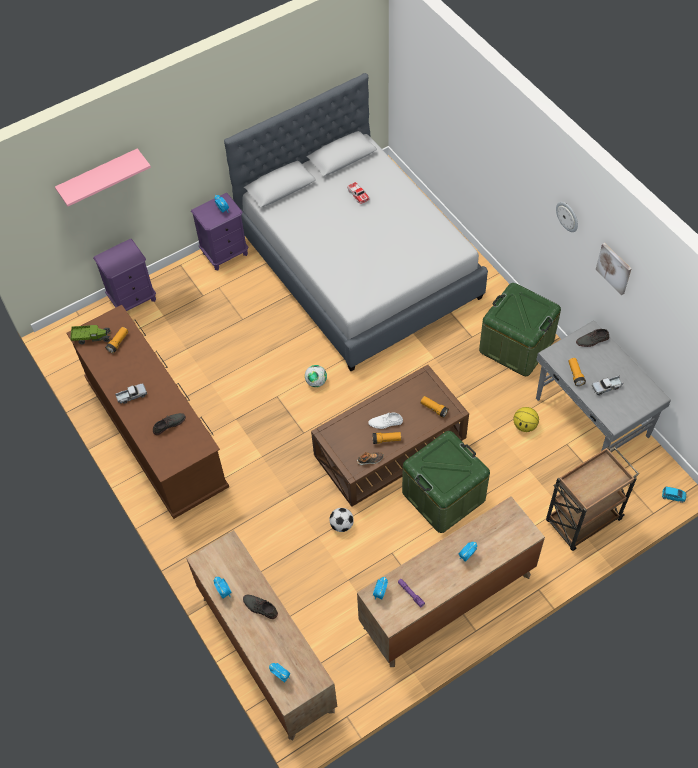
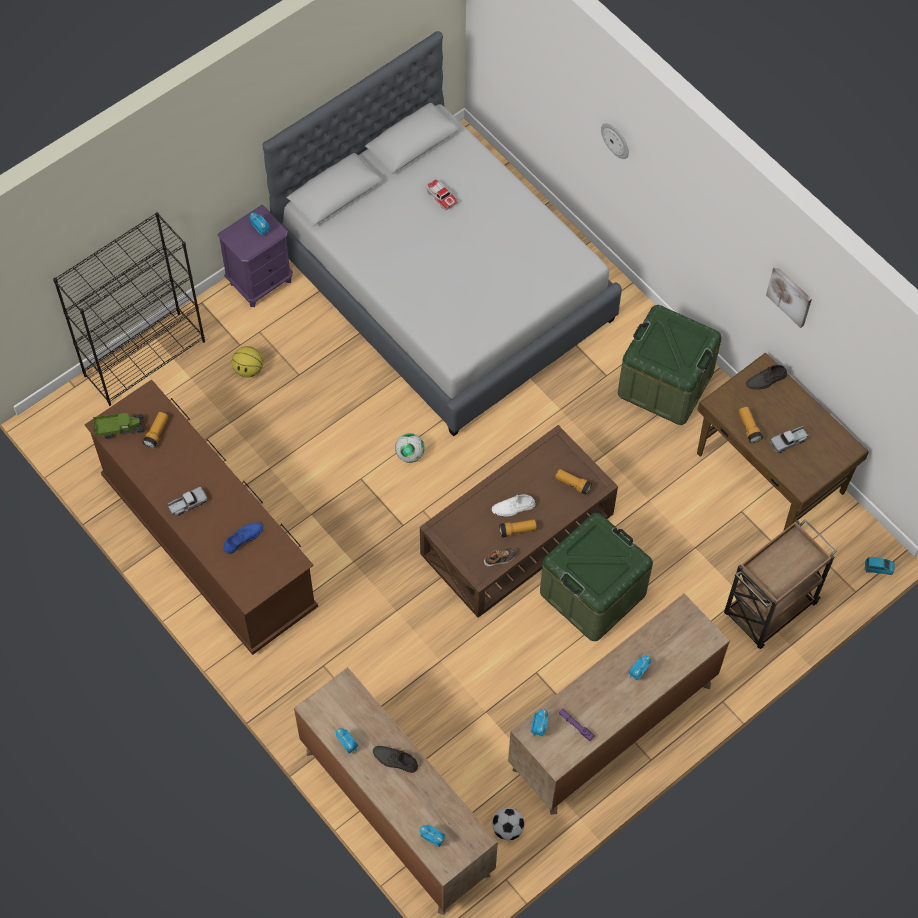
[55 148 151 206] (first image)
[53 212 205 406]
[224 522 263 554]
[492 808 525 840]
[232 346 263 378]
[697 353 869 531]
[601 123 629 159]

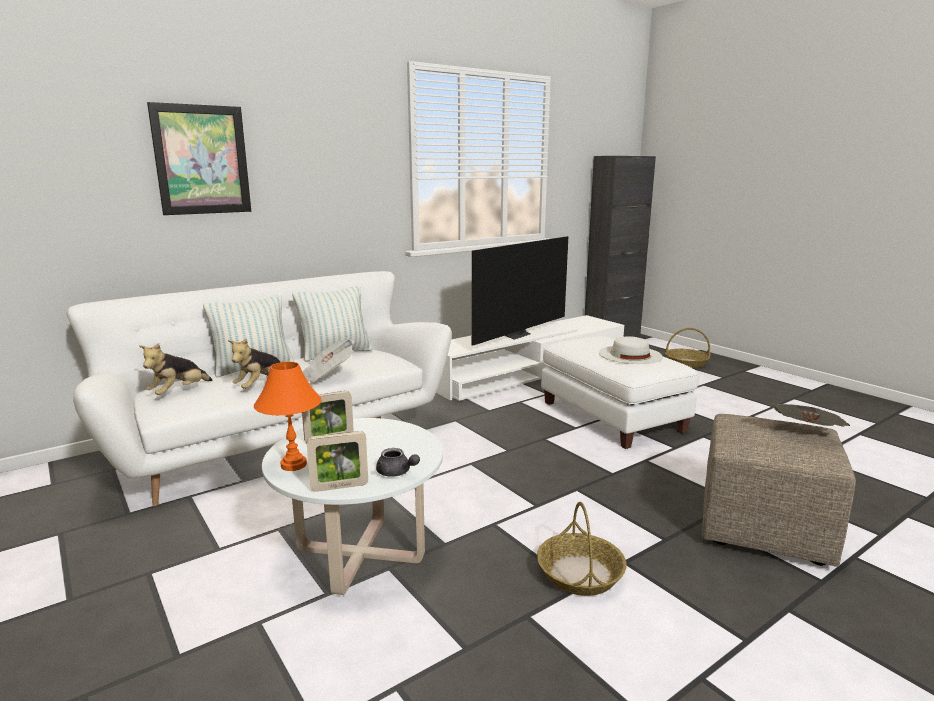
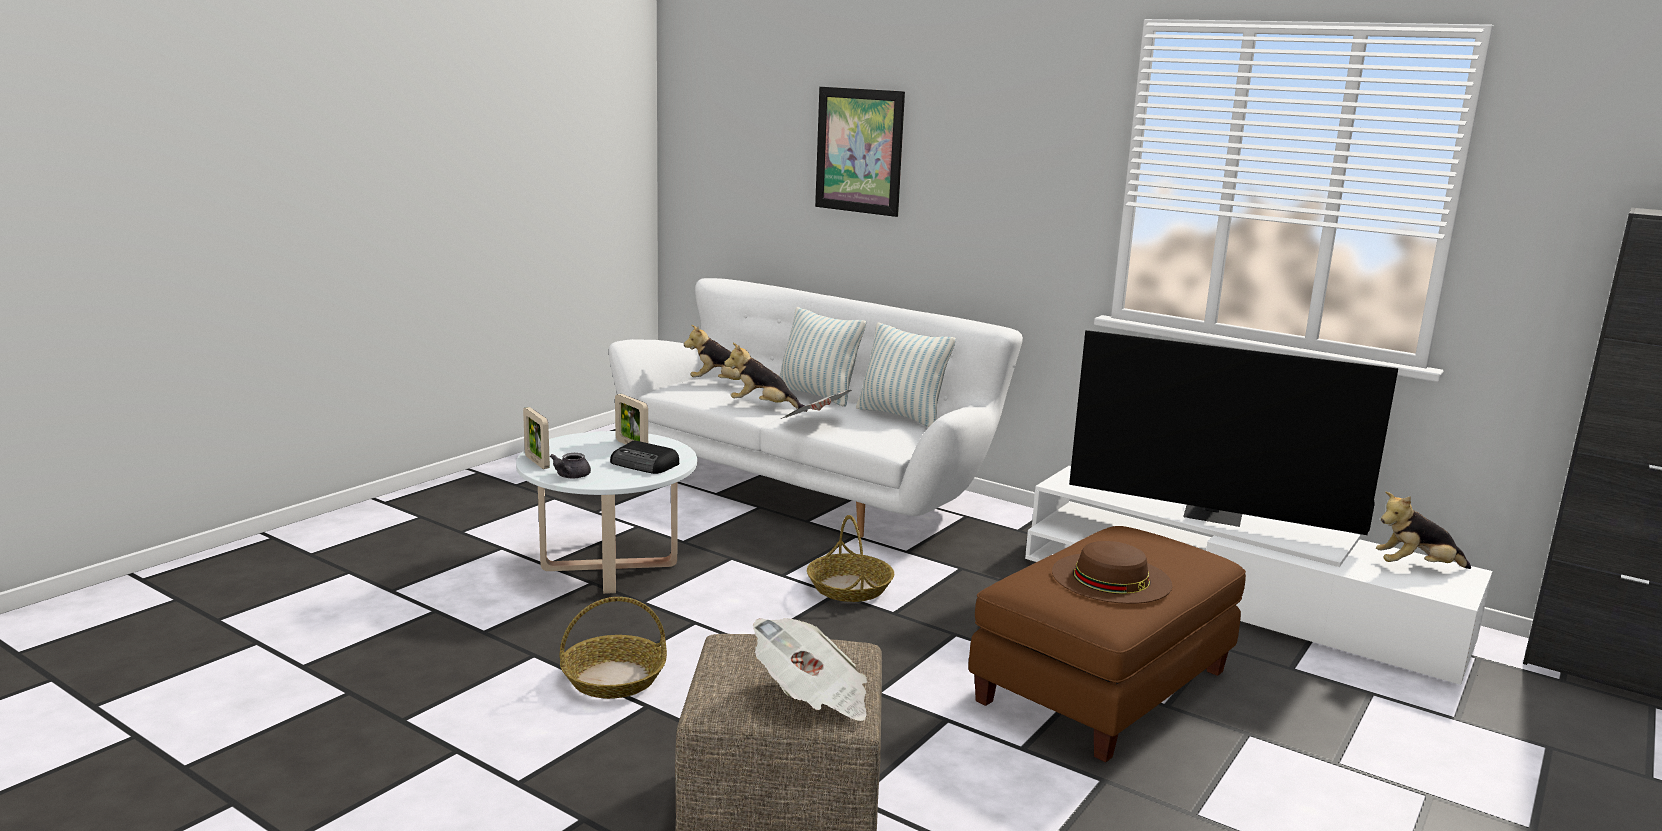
[254 362 322 471] (first image)
[968 526 1246 762]
[1052 541 1172 604]
[807 515 895 602]
[610 441 679 474]
[1376 491 1471 569]

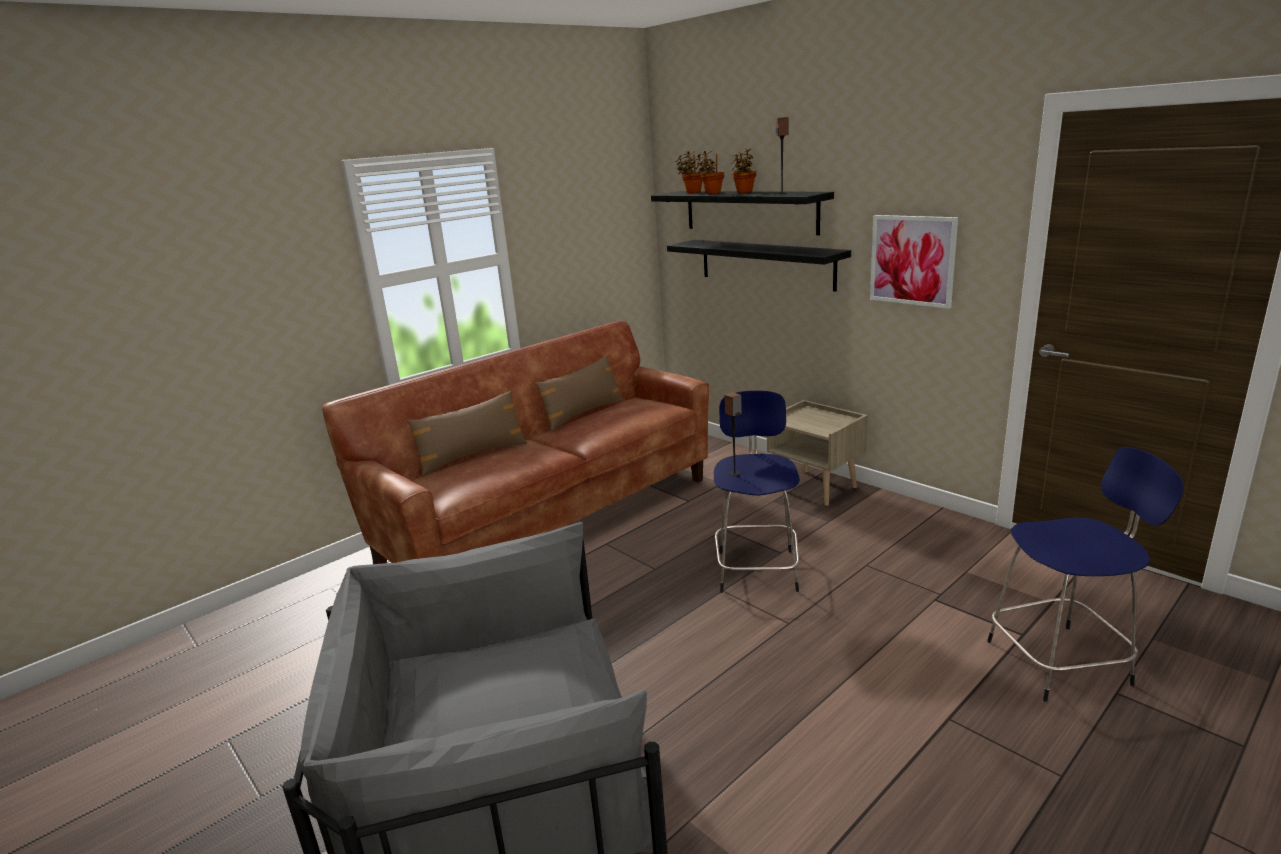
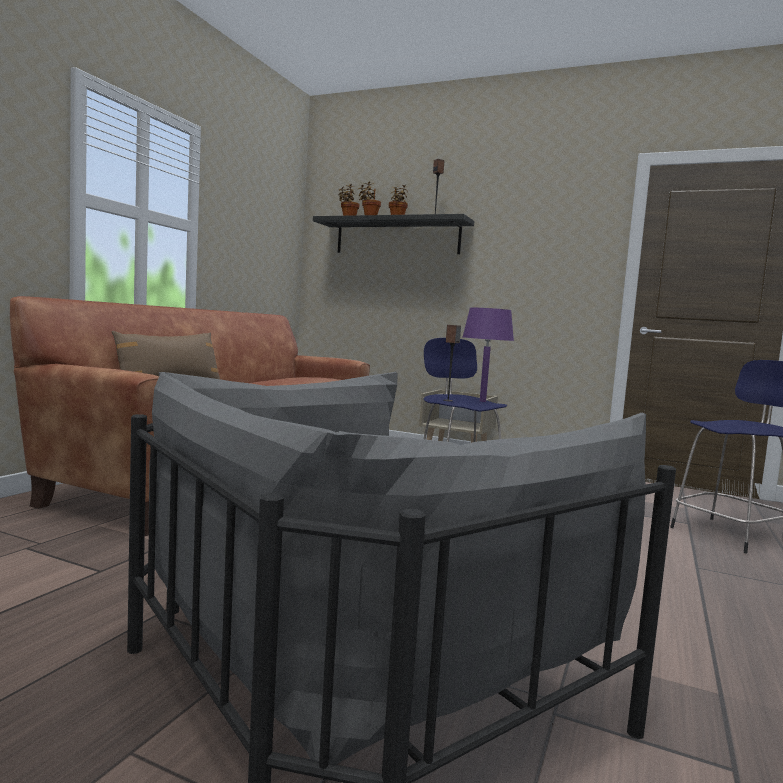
[535 355 624 432] (first image)
[667 240 851 291] (first image)
[870 215 958 309] (first image)
[463 308 514 402]

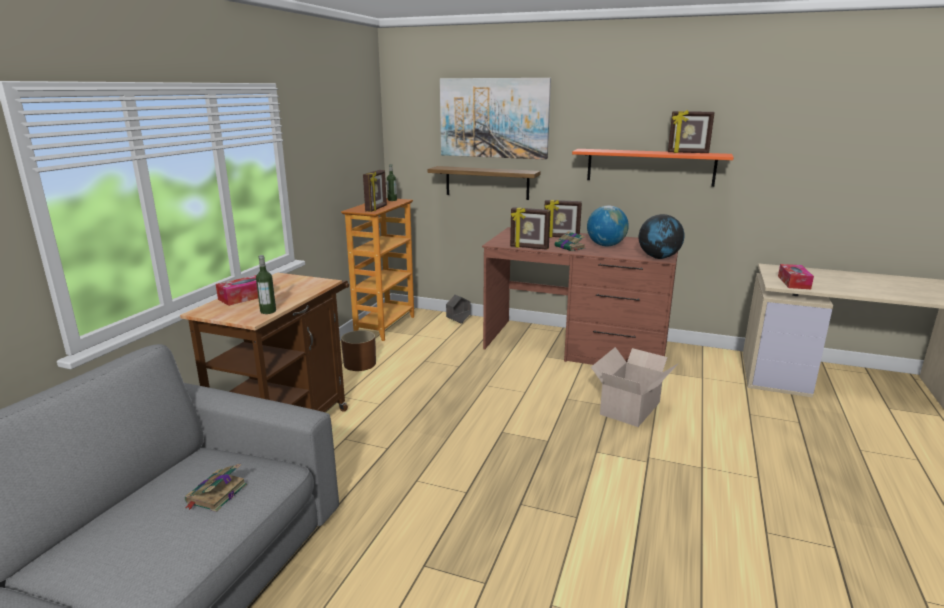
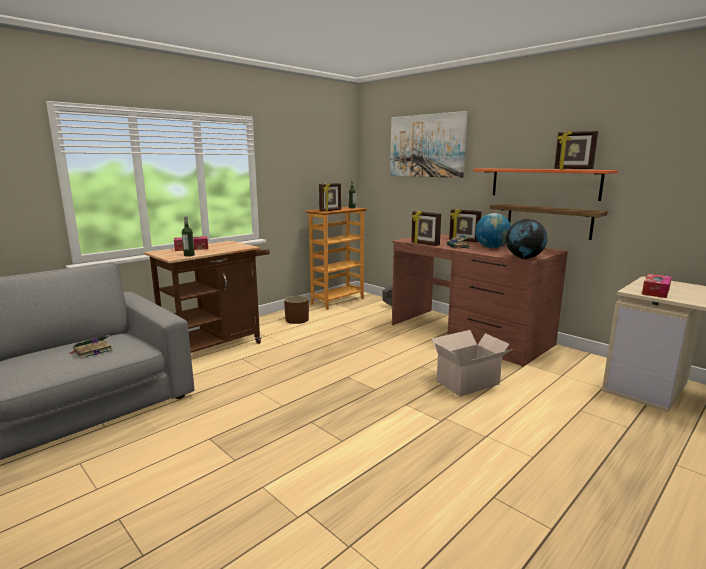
[490 204 608 240]

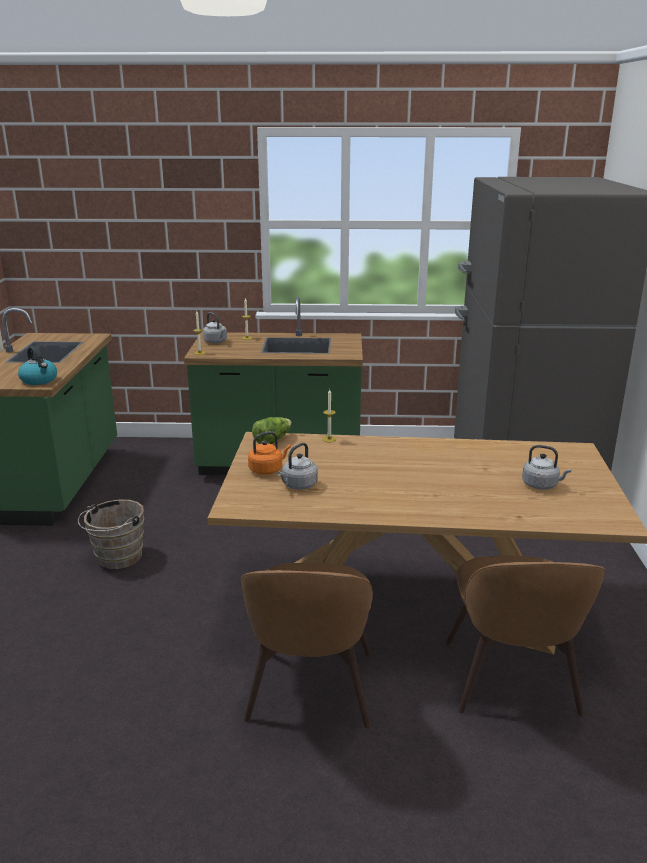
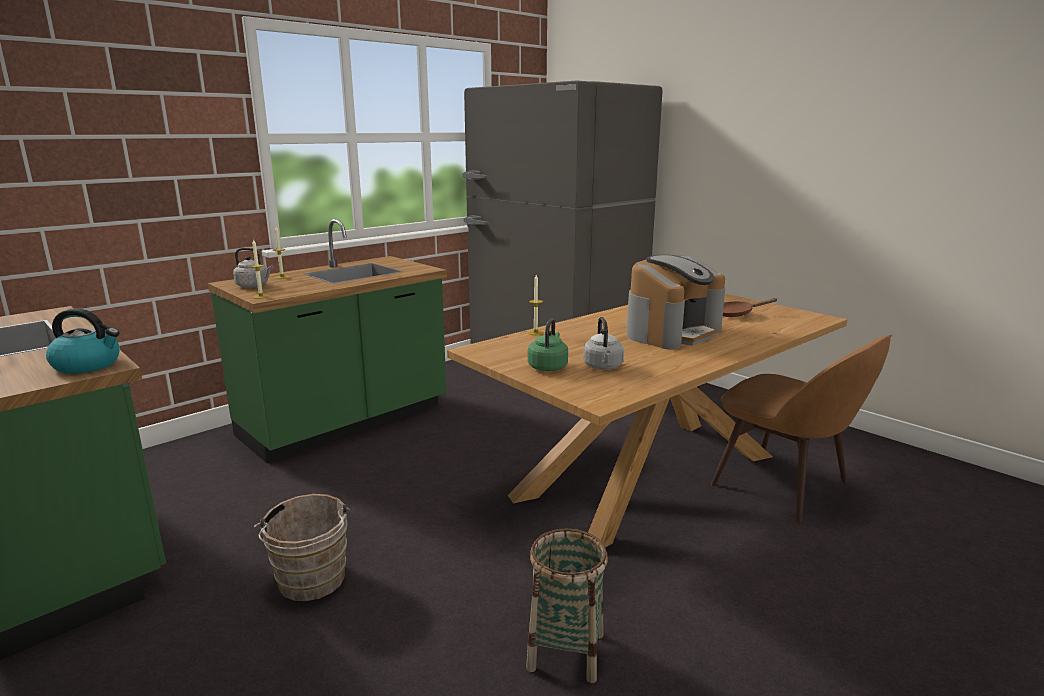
[241 563 373 728] (first image)
[528 318 568 371]
[252 417 292 444] (first image)
[723 298 777 317]
[526 529 608 683]
[626 255 725 350]

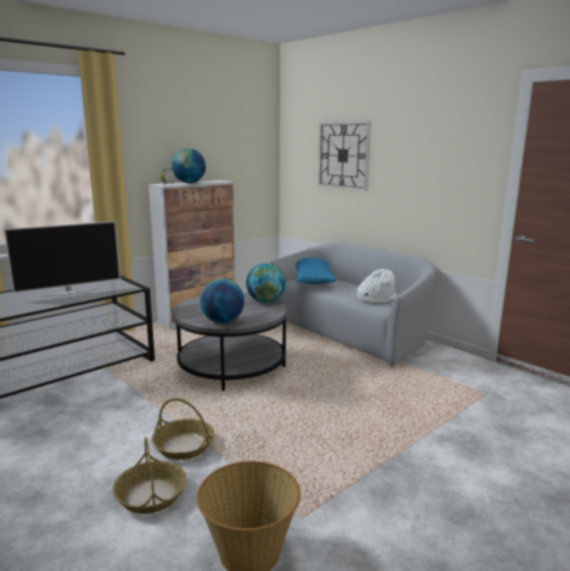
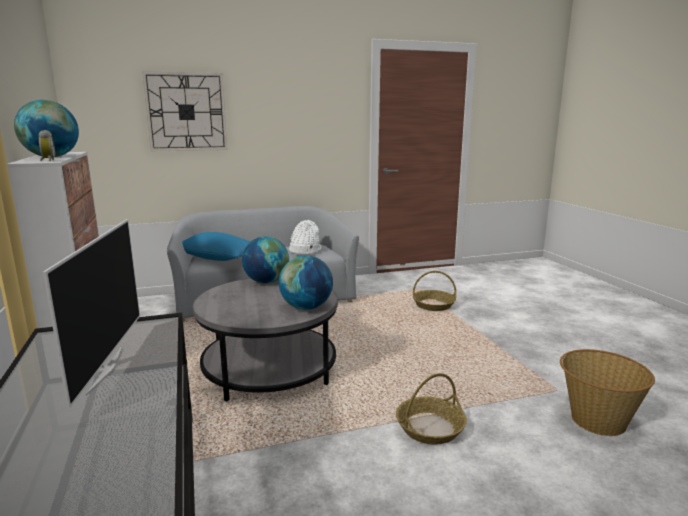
[413 271 456 311]

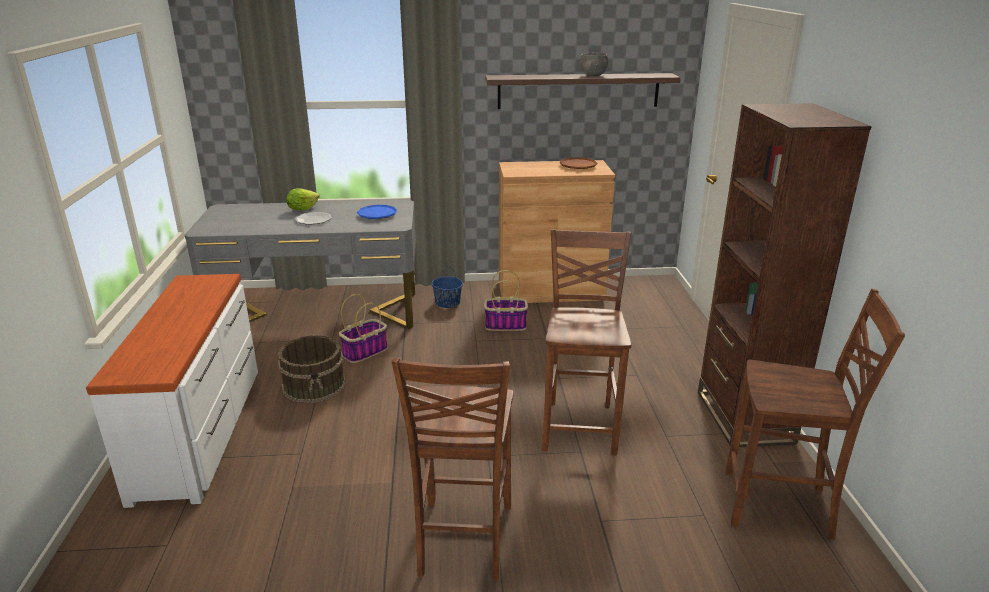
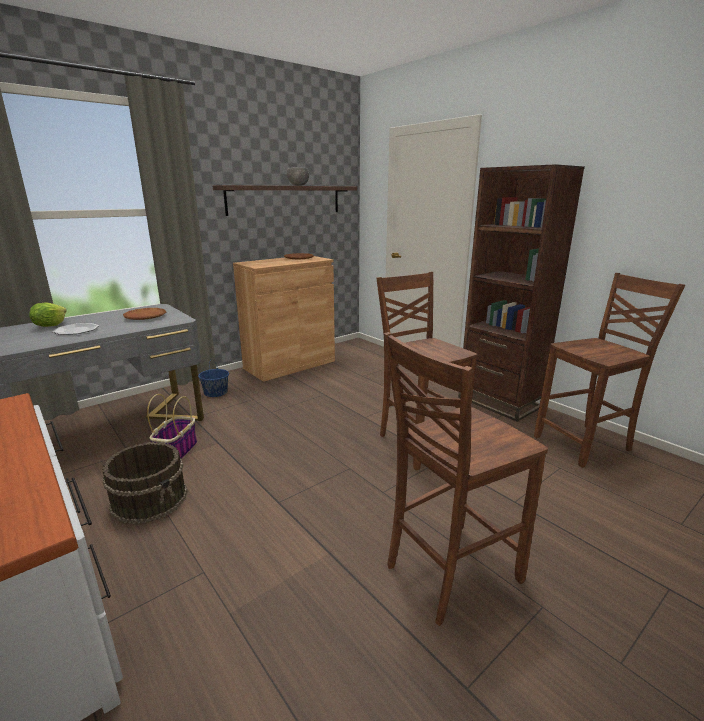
[123 308 166 320]
[384 332 548 626]
[484 270 528 331] (first image)

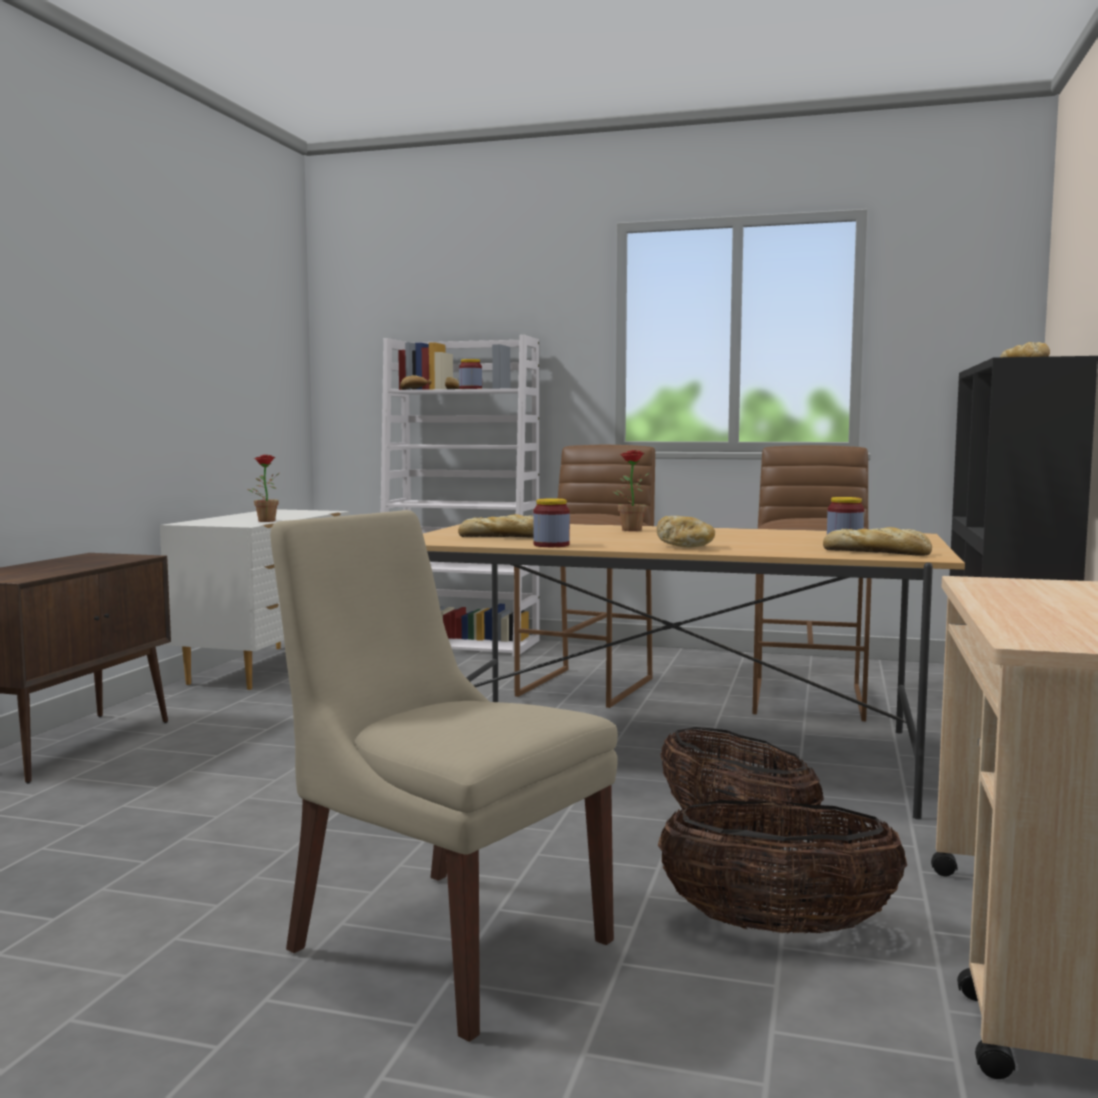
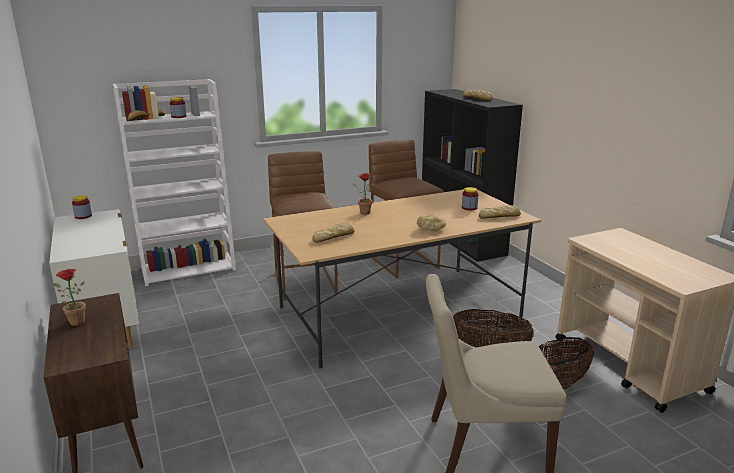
[54 269 86 326]
[72 196 92 219]

